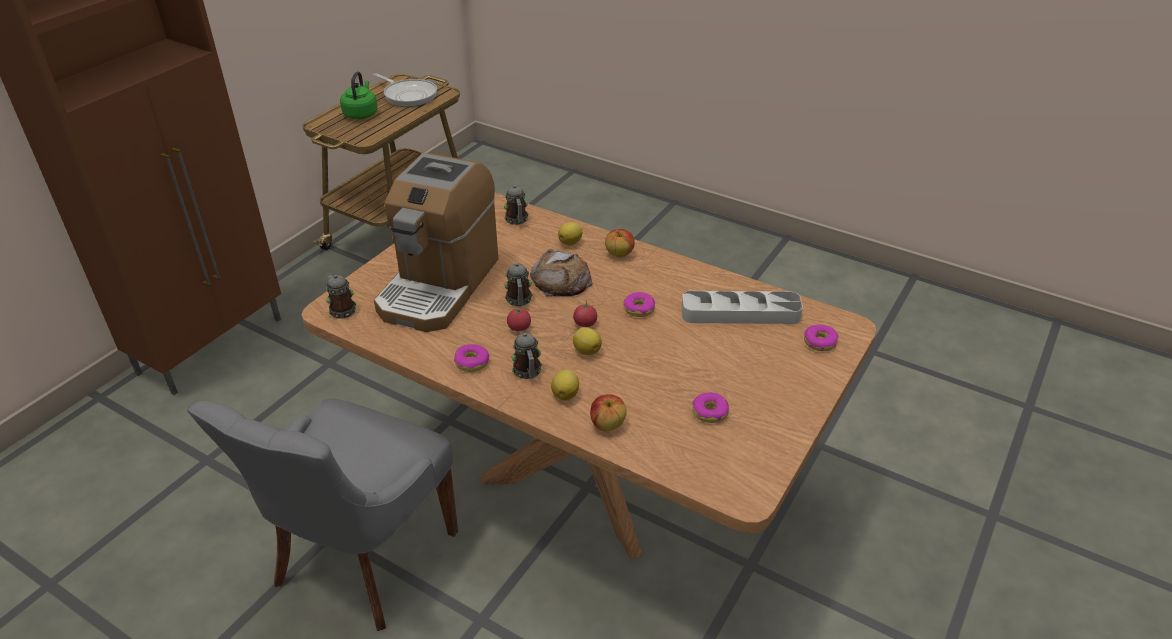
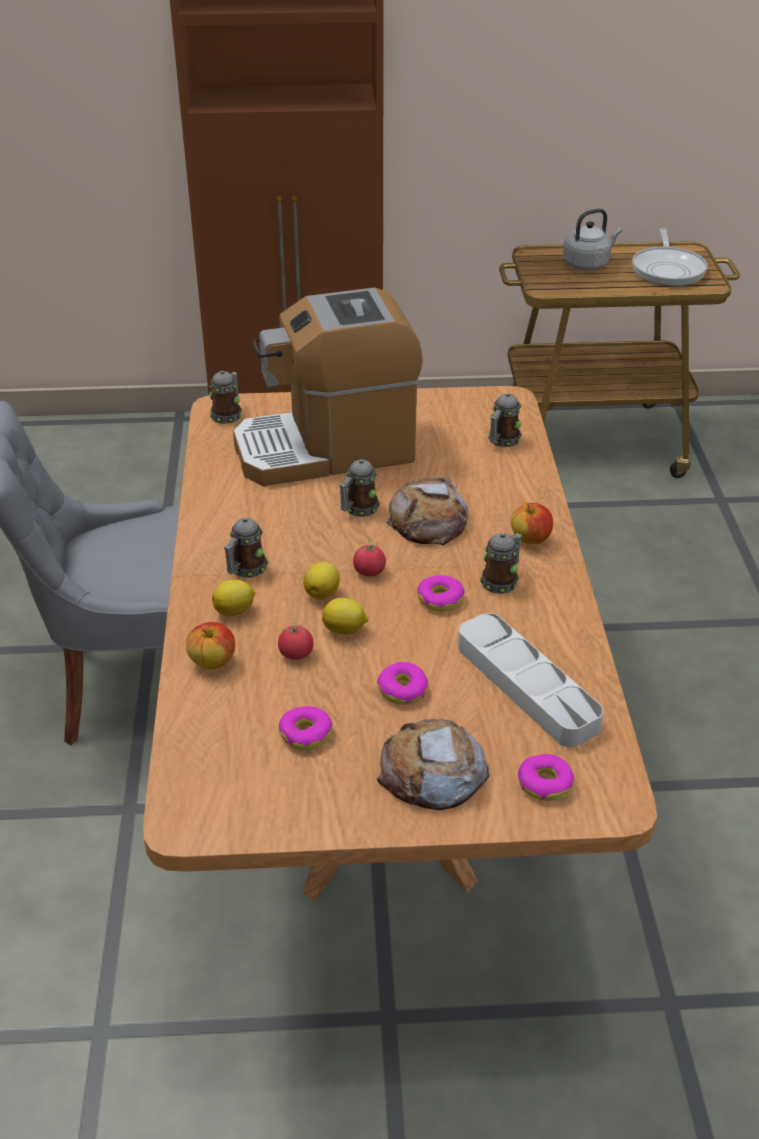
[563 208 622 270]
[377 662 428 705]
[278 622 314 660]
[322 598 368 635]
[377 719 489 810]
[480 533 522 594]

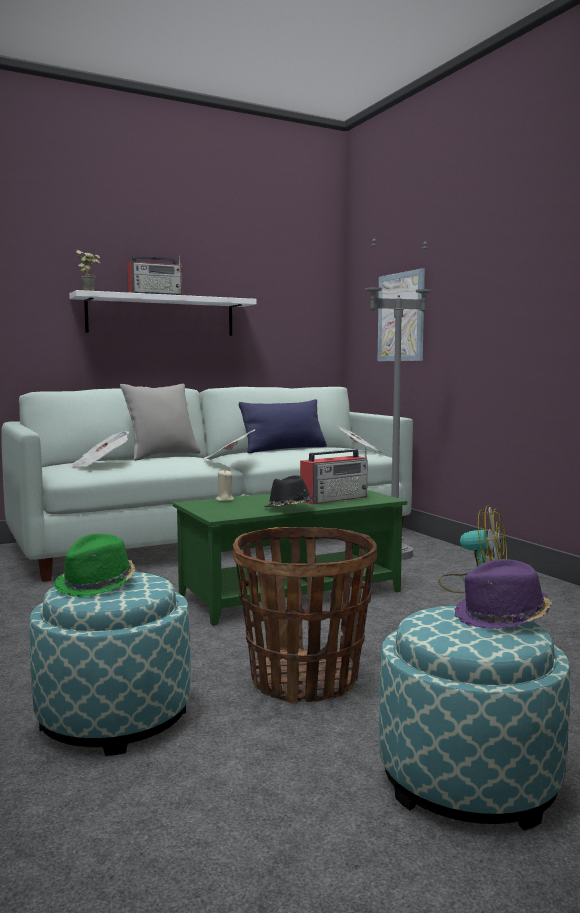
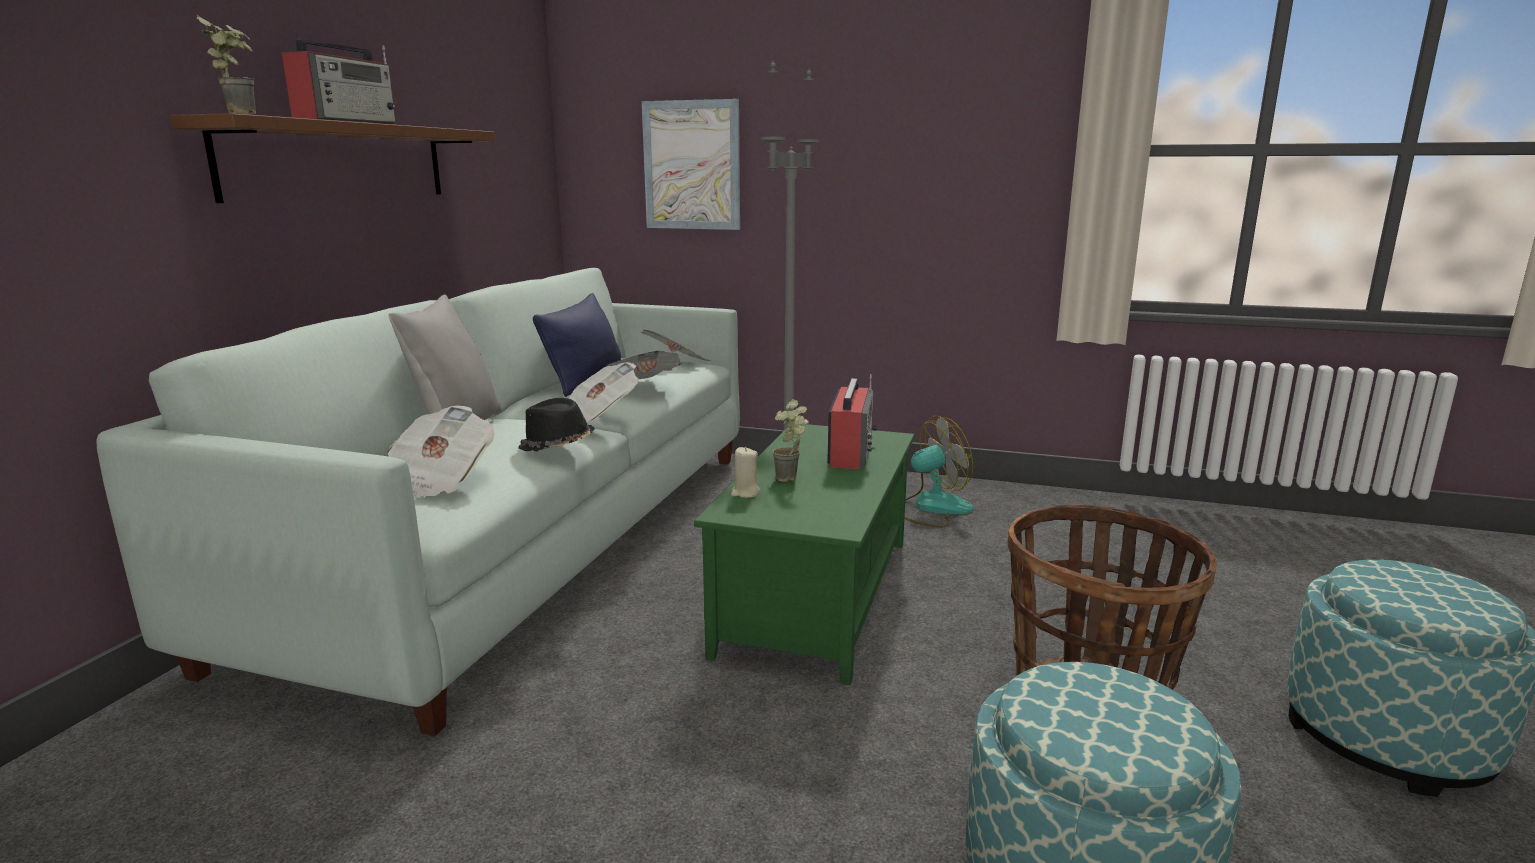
[54 534 136 597] (first image)
[171 113 495 203]
[519 398 595 452]
[455 559 552 629] (first image)
[607 351 681 379]
[772 399 809 482]

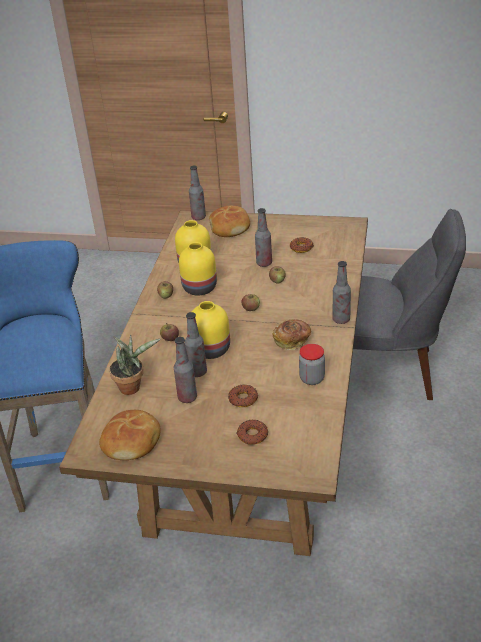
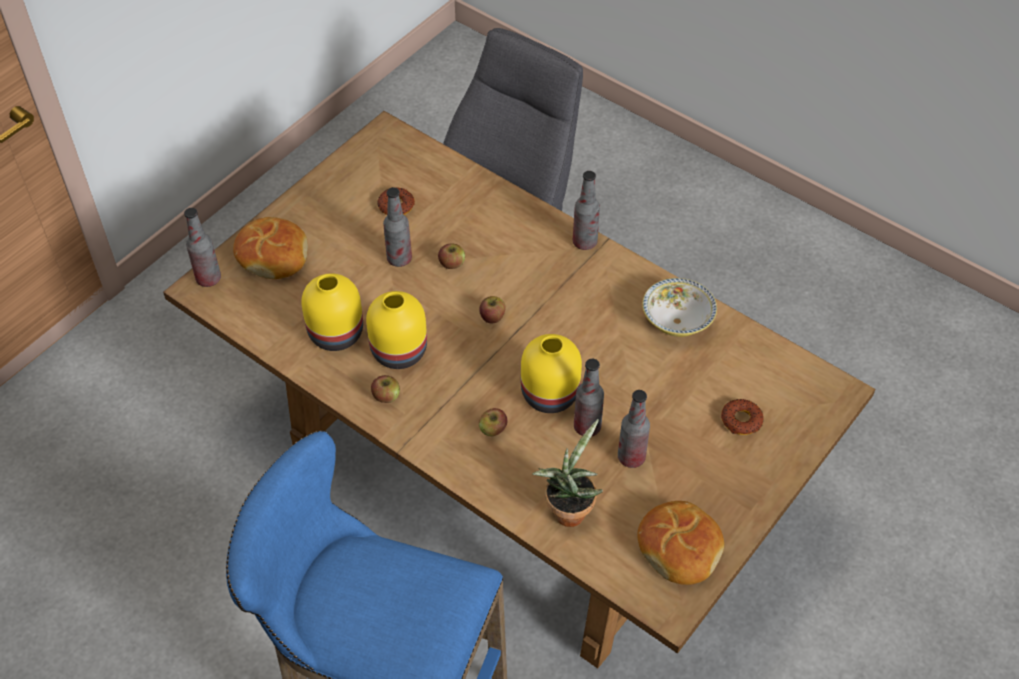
[228 384 258 407] (first image)
[272 320 311 350] (first image)
[642 278 717 337]

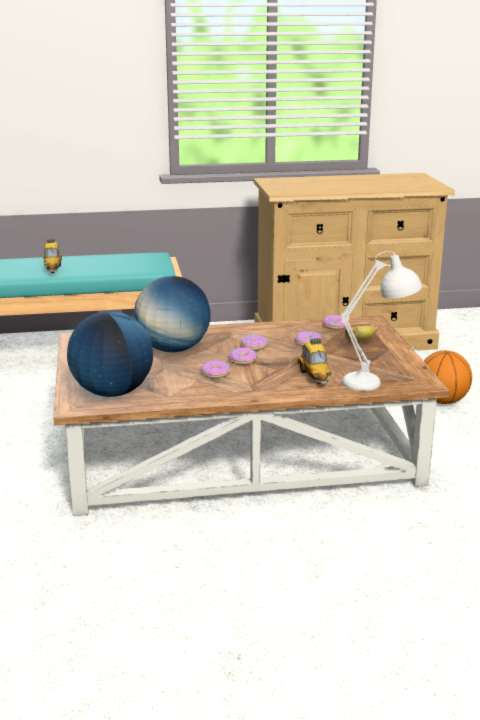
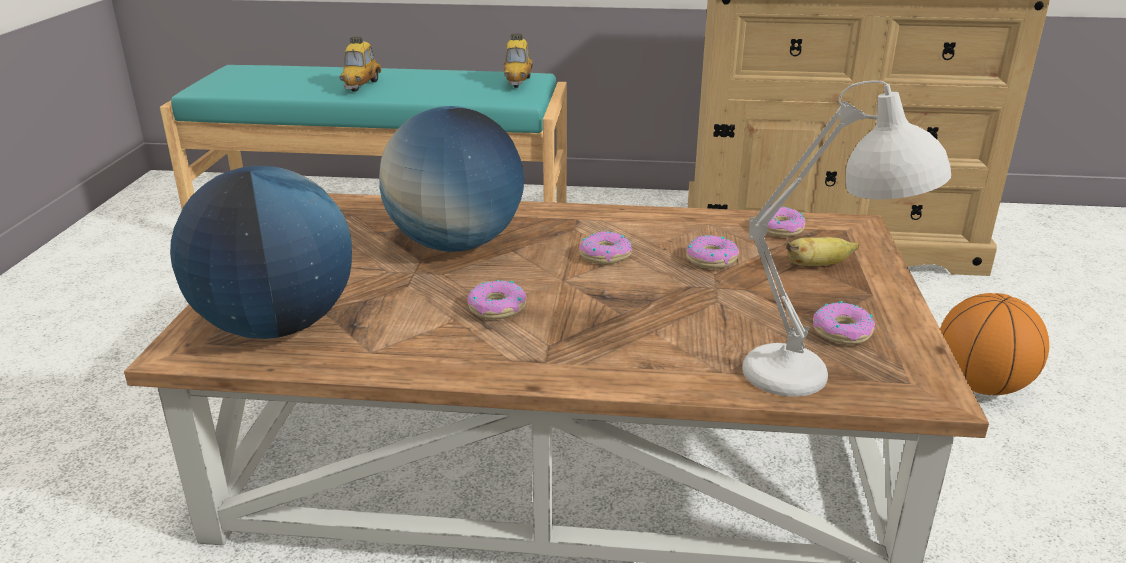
[813 301 875 345]
[504 33 533 88]

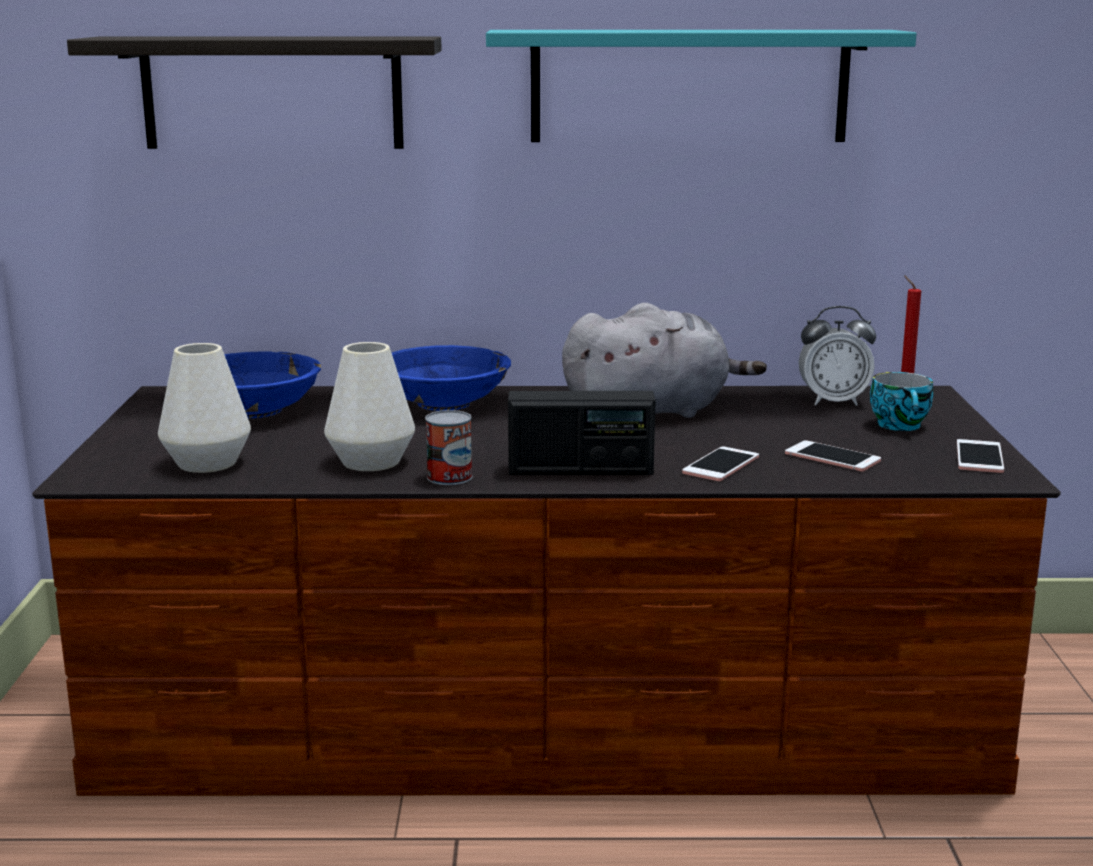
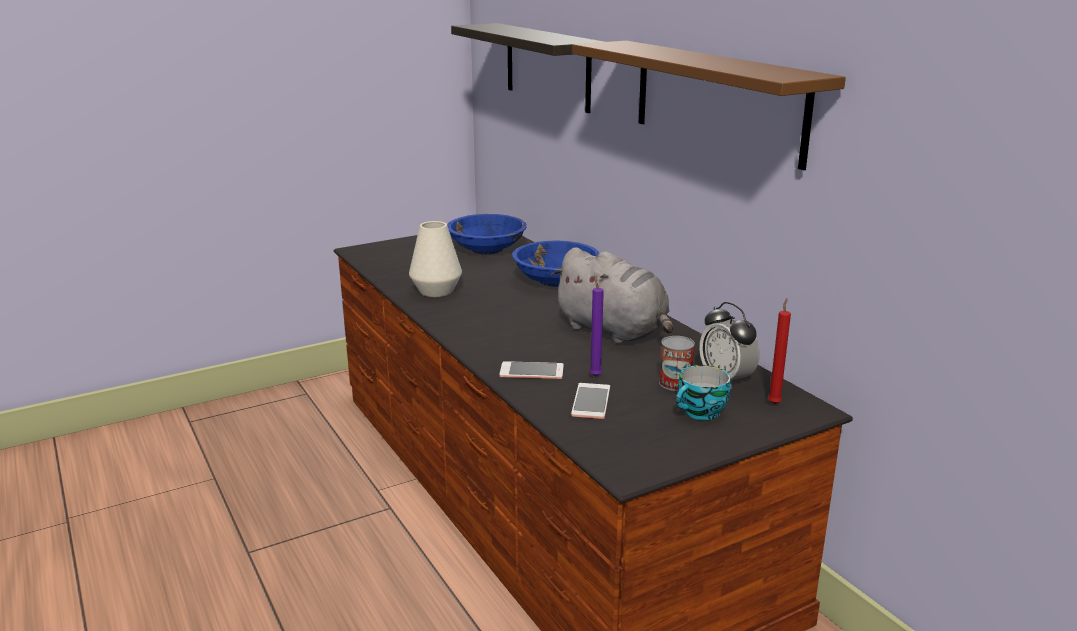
[158 343 251 473] (first image)
[659 336 695 391]
[572 41 846 170]
[508 391 656 475] (first image)
[957 439 1004 473] (first image)
[589 276 604 377]

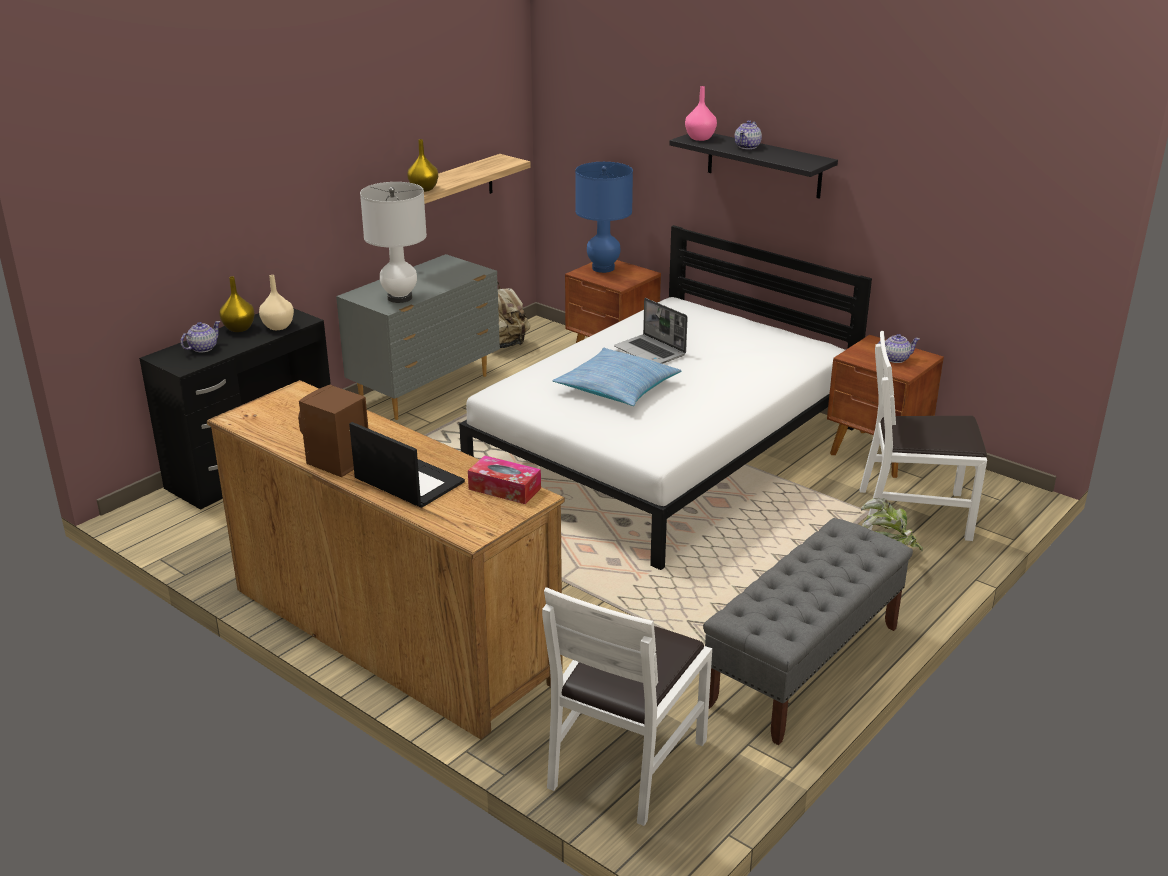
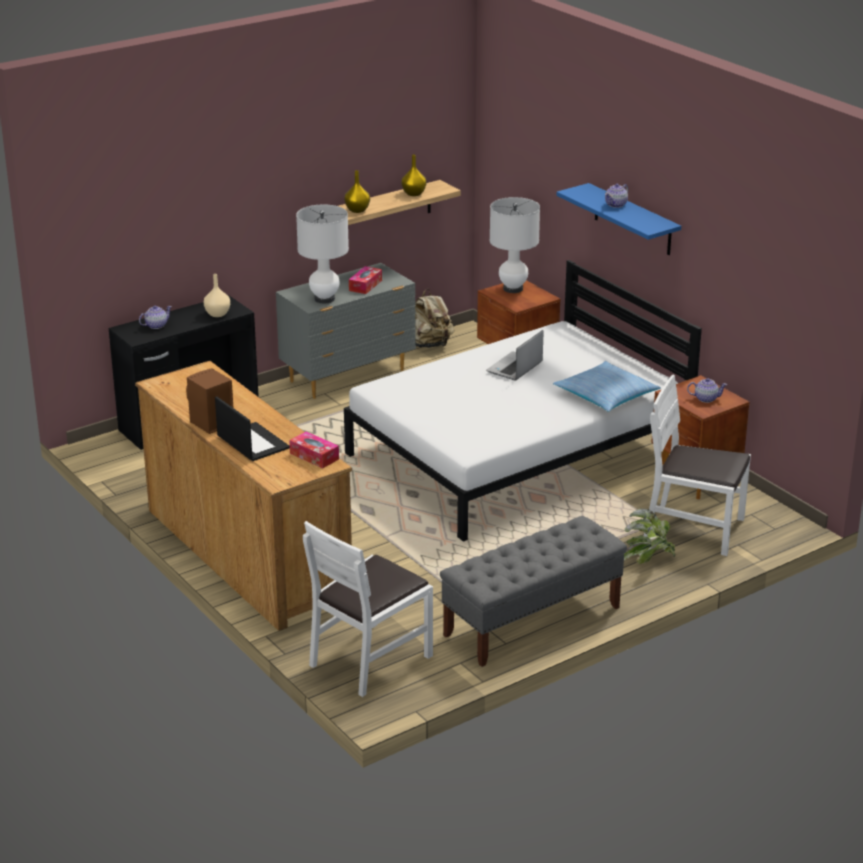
[401 154 427 196]
[553 361 661 412]
[490 197 540 293]
[486 330 544 381]
[557 183 681 255]
[685 86 717 141] (first image)
[349 266 382 294]

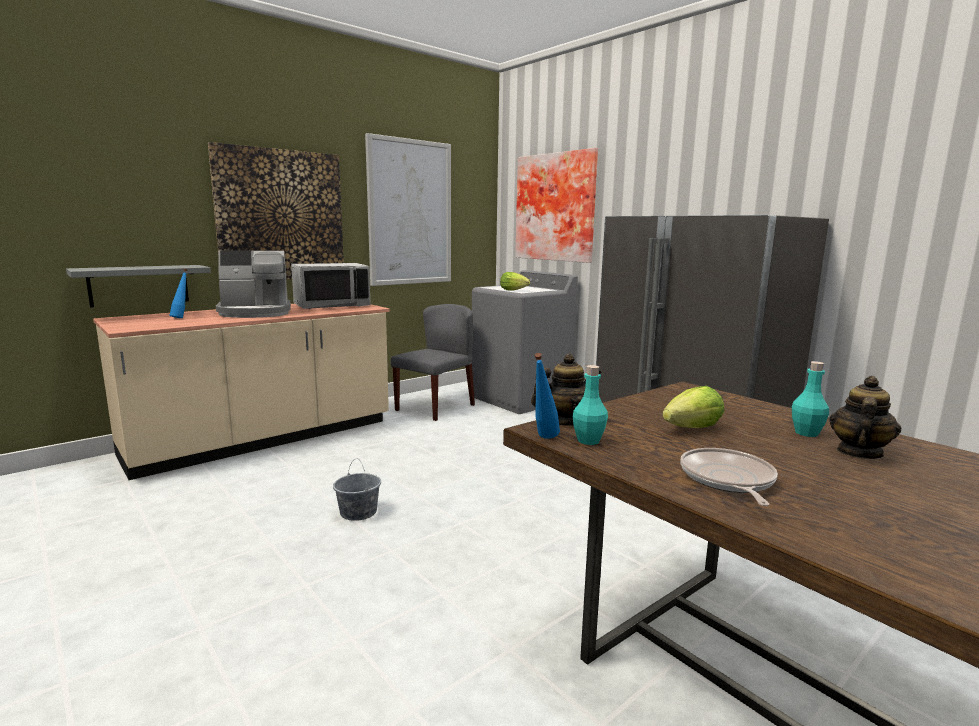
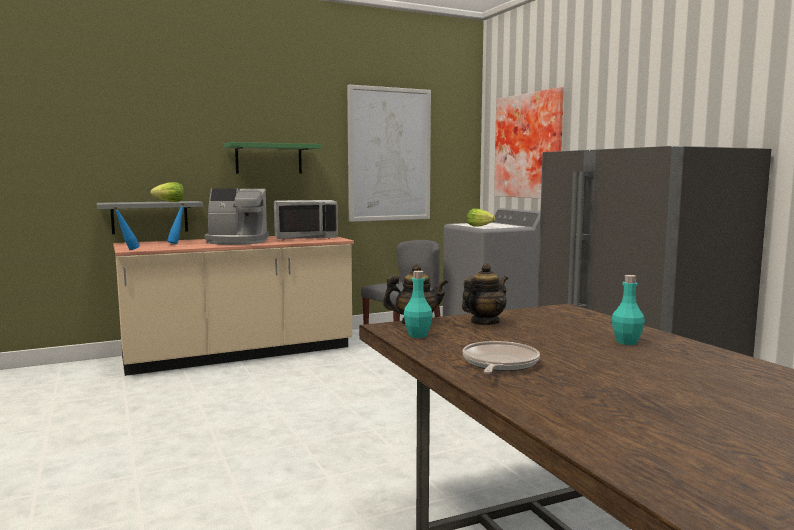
[224 142 321 174]
[333 459 381 521] (first image)
[114 207 140 250]
[150 182 184 202]
[462 264 508 325]

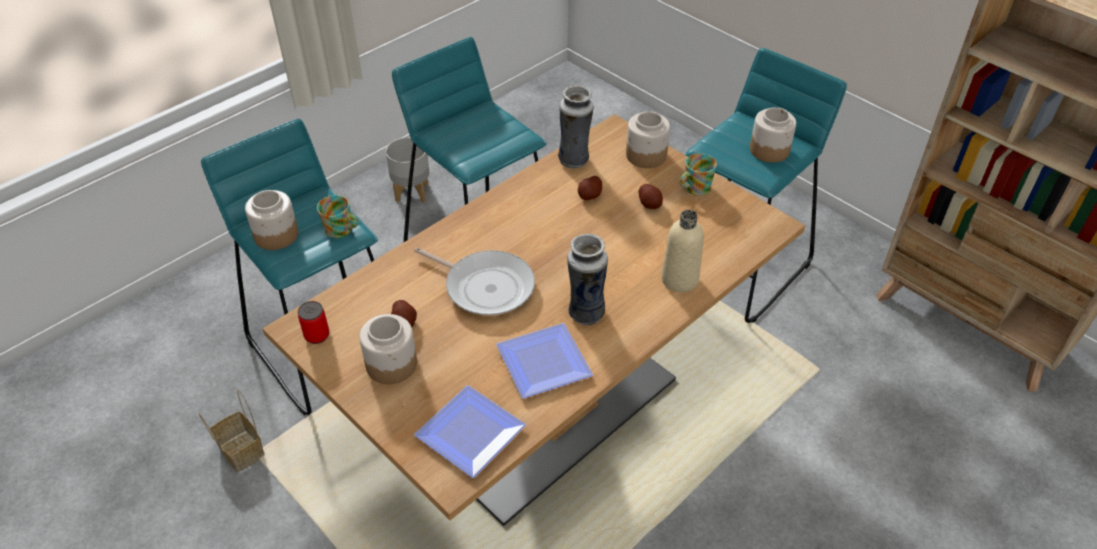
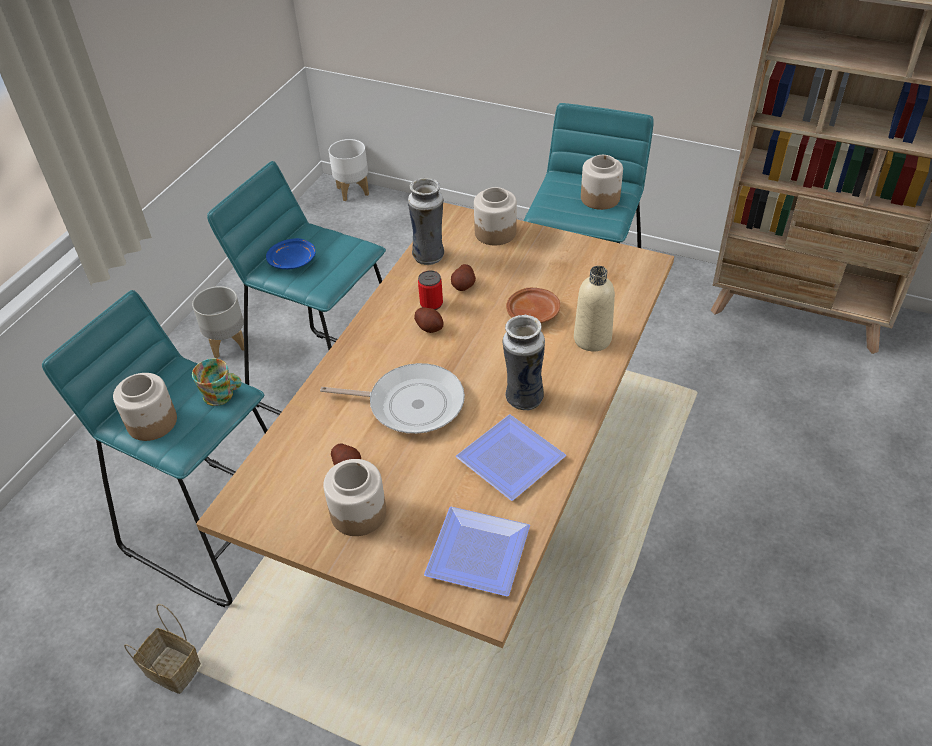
[418 270 443 310]
[414 307 443 333]
[679 154 717 196] (first image)
[266 238 316 269]
[329 139 369 201]
[506 288 560 323]

